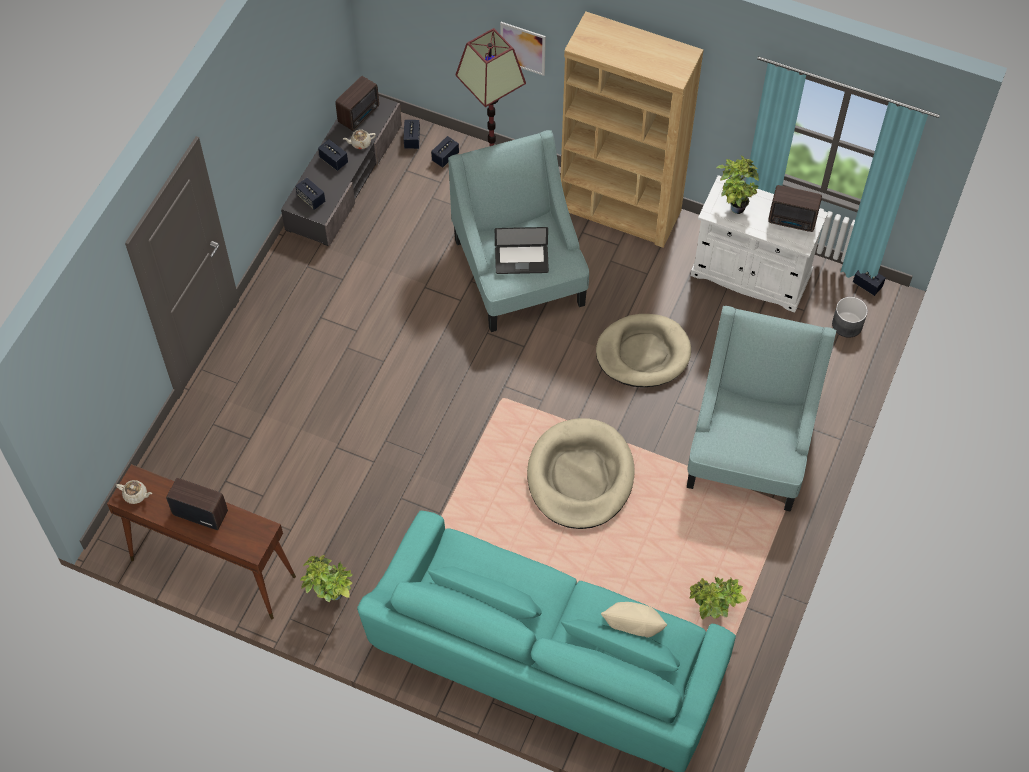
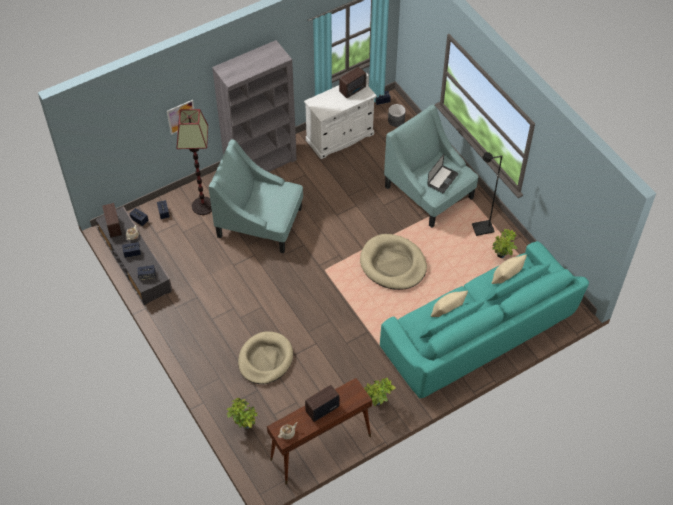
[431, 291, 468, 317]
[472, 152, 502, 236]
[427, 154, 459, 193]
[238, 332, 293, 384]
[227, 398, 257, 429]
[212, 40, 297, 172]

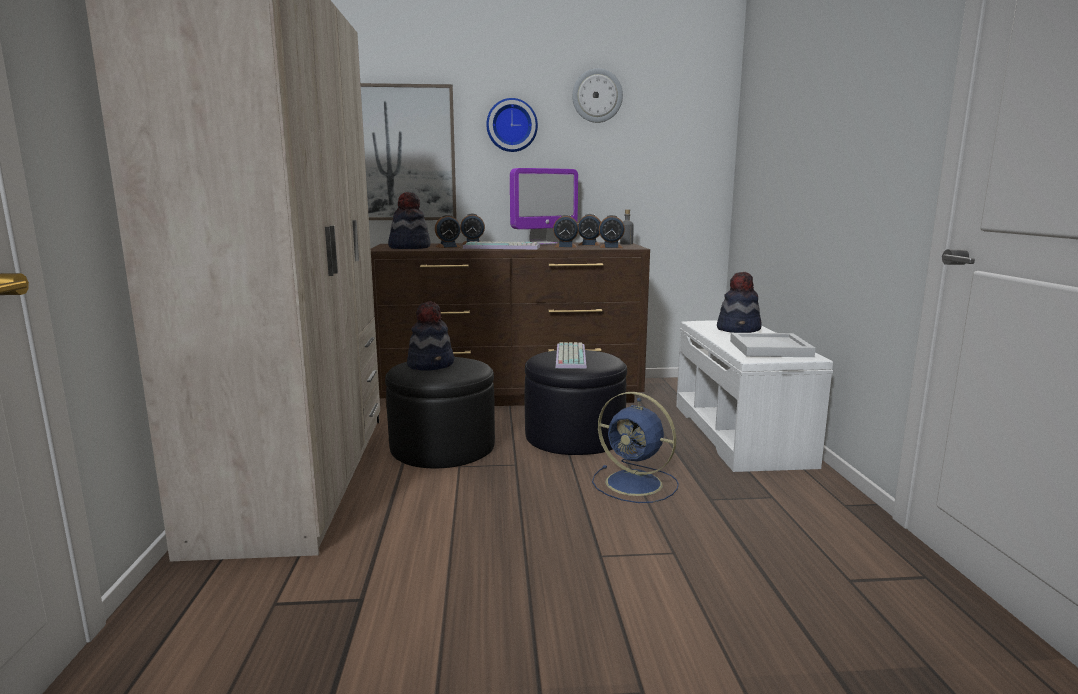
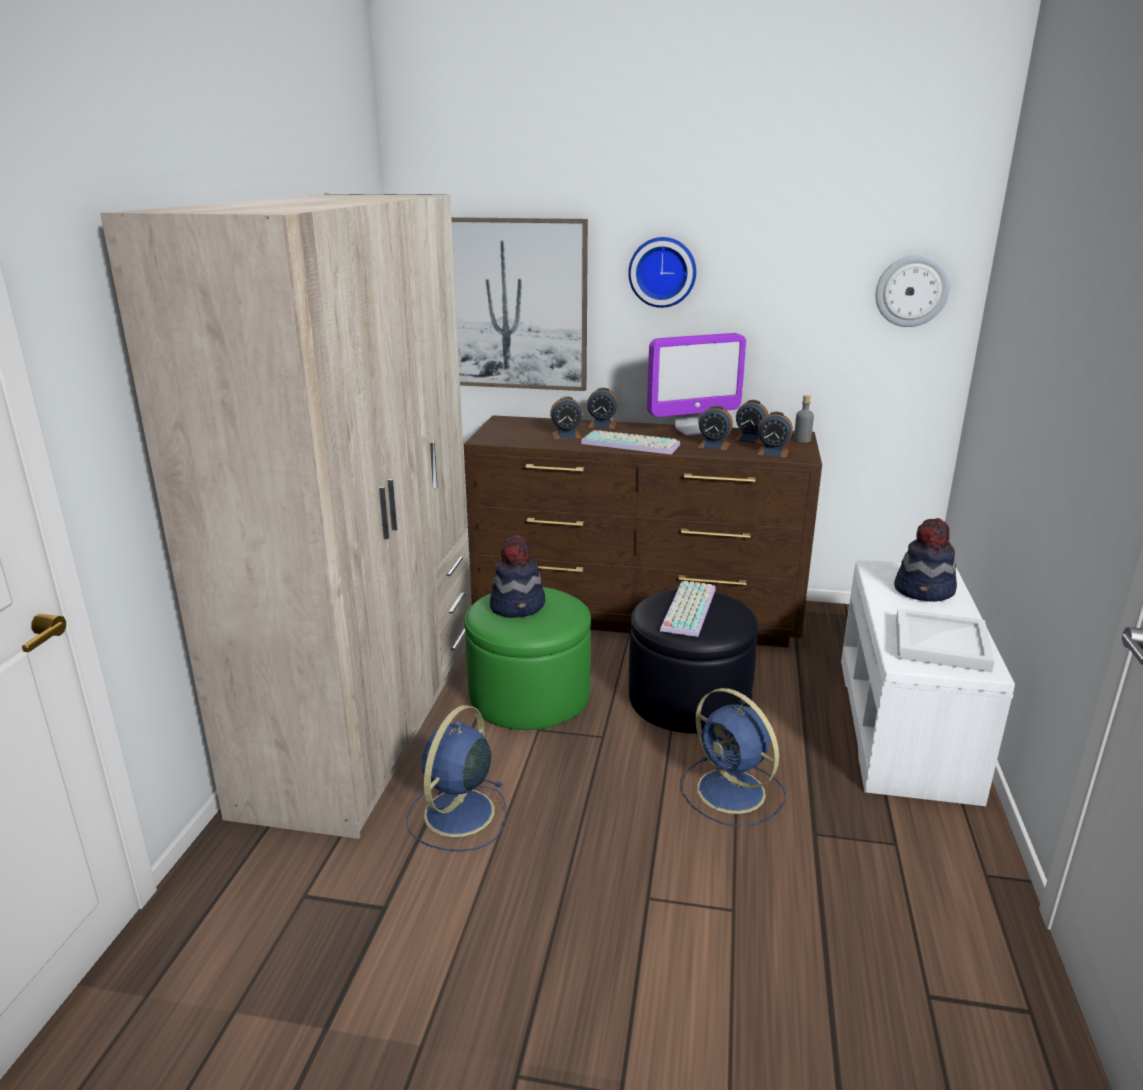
[388, 192, 431, 249] (first image)
[406, 705, 506, 851]
[875, 255, 950, 327]
[464, 587, 591, 730]

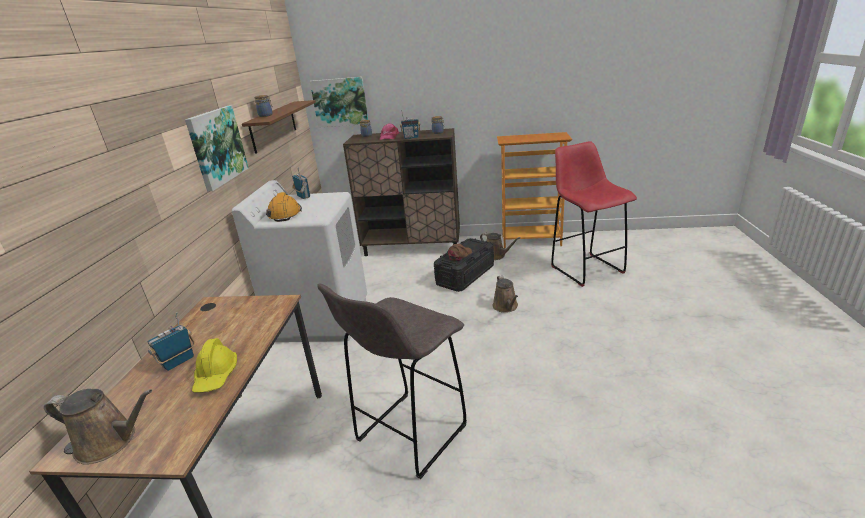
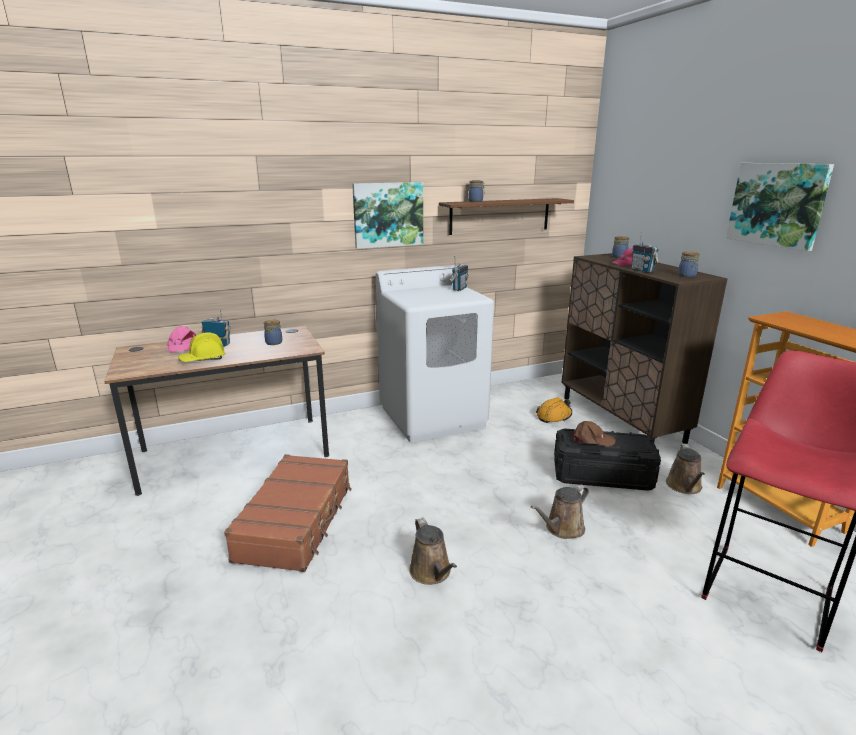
[167, 326, 196, 352]
[264, 320, 282, 345]
[409, 517, 457, 585]
[536, 397, 572, 423]
[726, 163, 834, 251]
[224, 454, 351, 572]

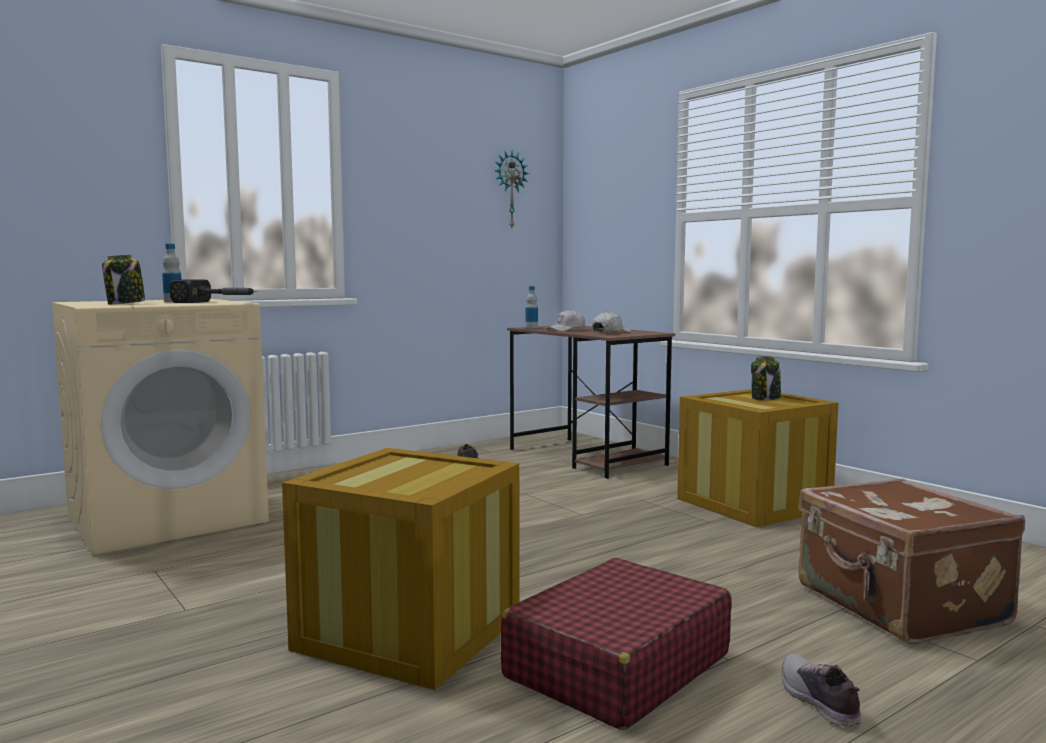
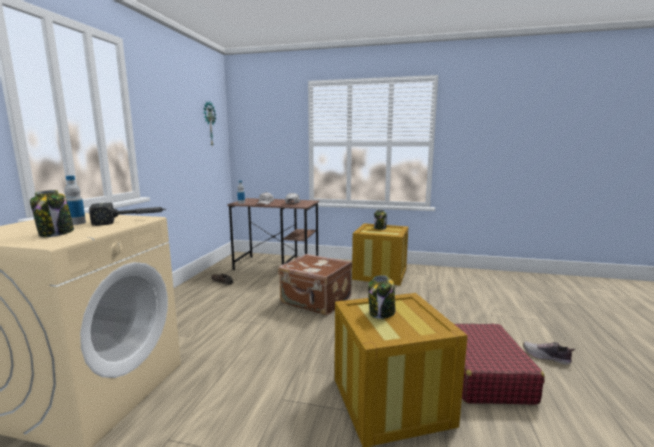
[368, 275, 395, 319]
[278, 254, 352, 316]

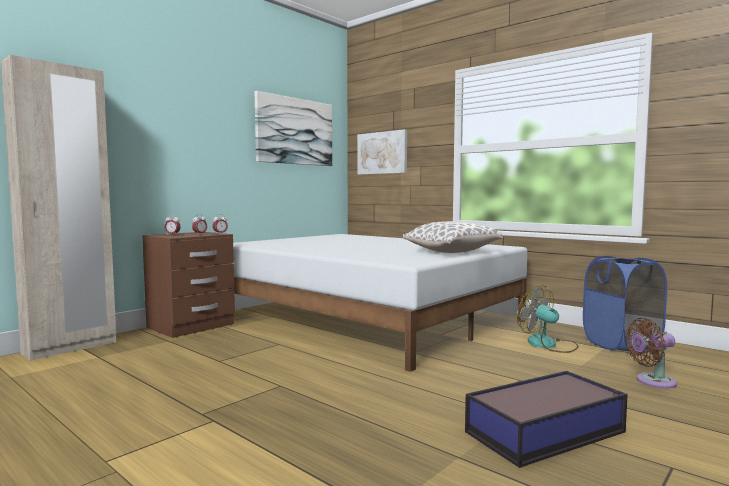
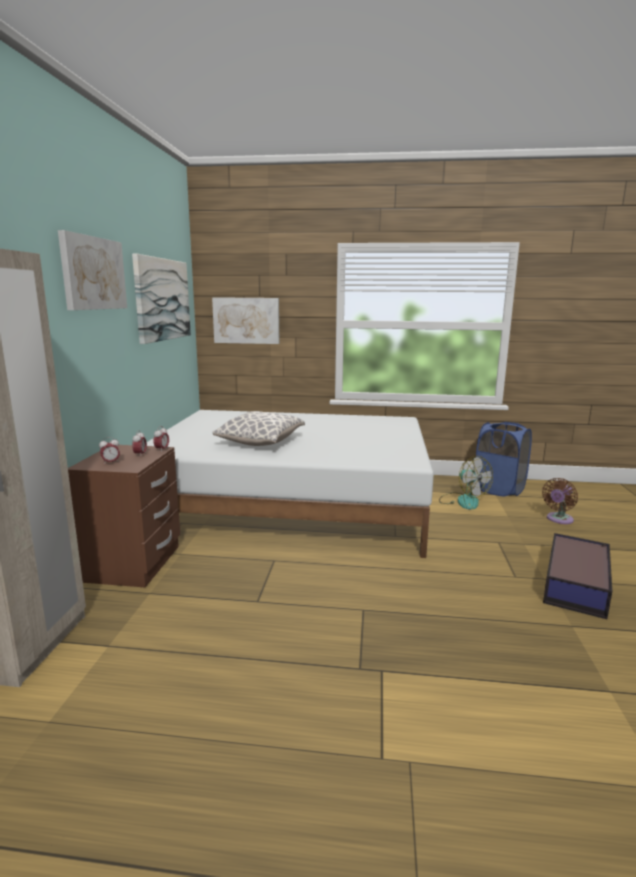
[58, 230, 127, 310]
[213, 411, 305, 446]
[439, 456, 493, 510]

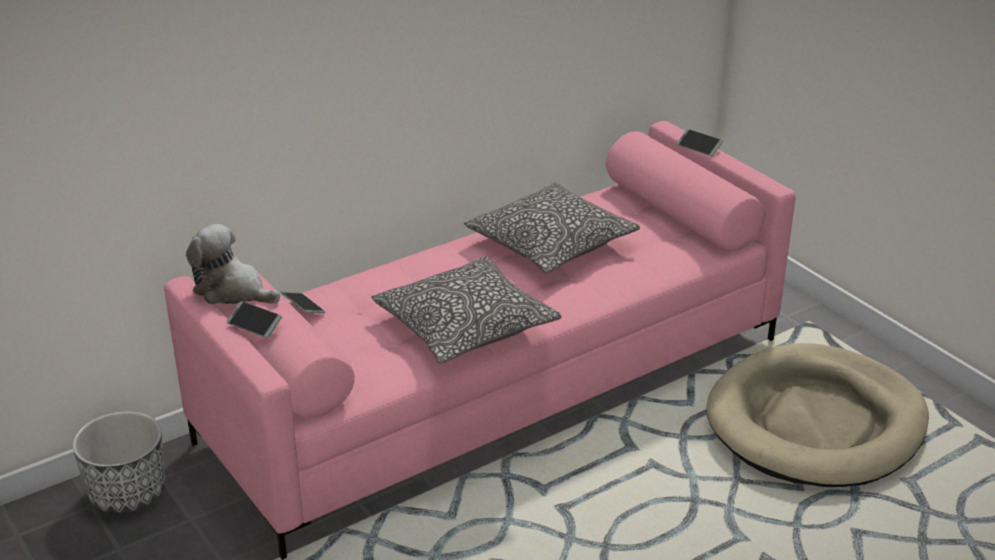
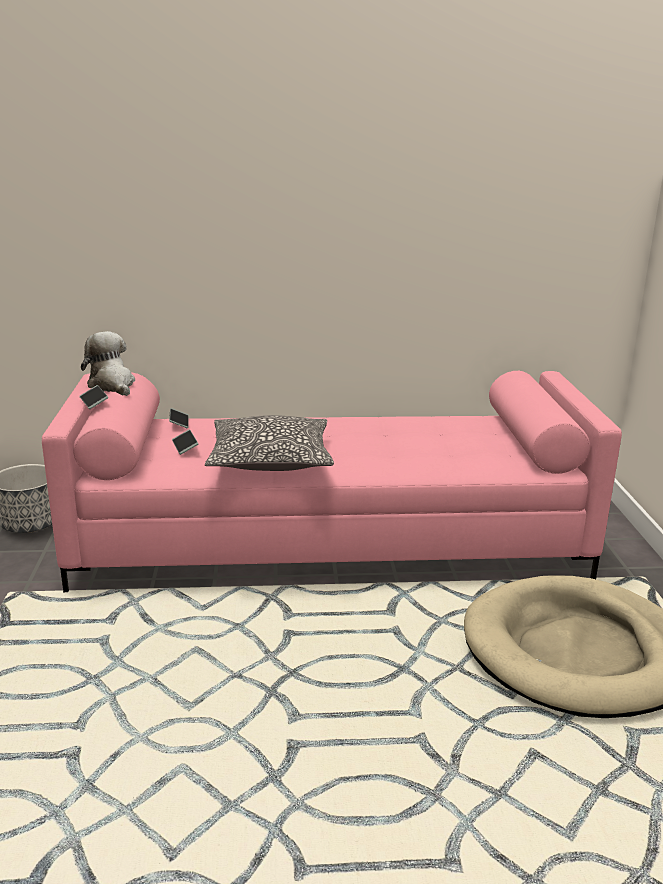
[464, 182, 640, 273] (first image)
[172, 429, 198, 455]

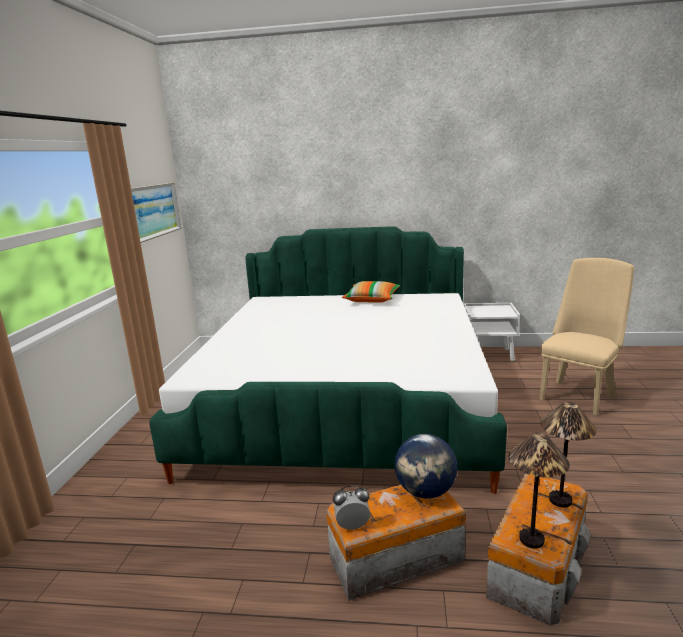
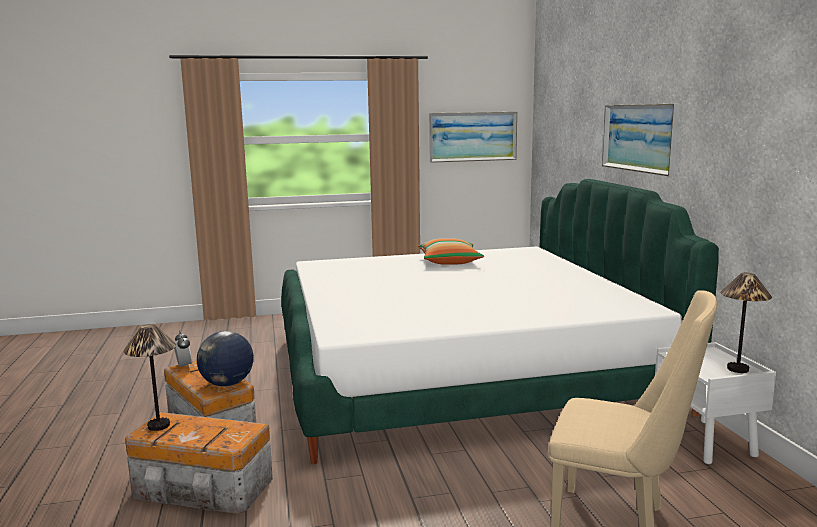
[602, 104, 680, 176]
[418, 238, 484, 265]
[720, 273, 772, 373]

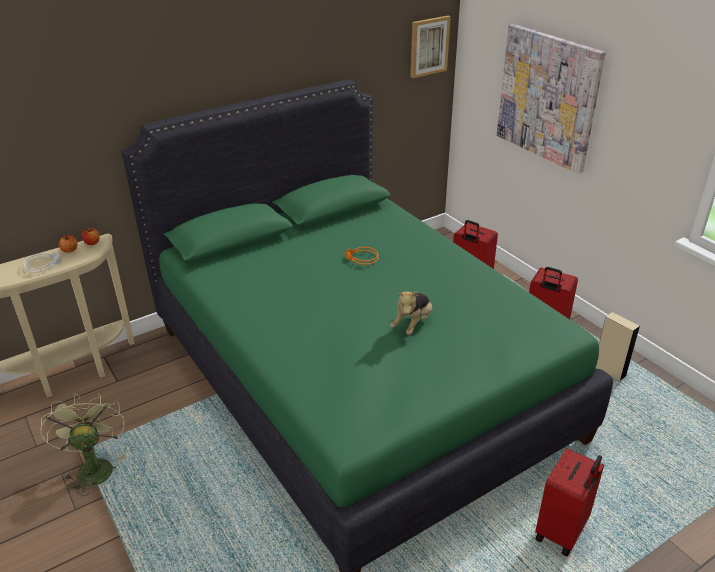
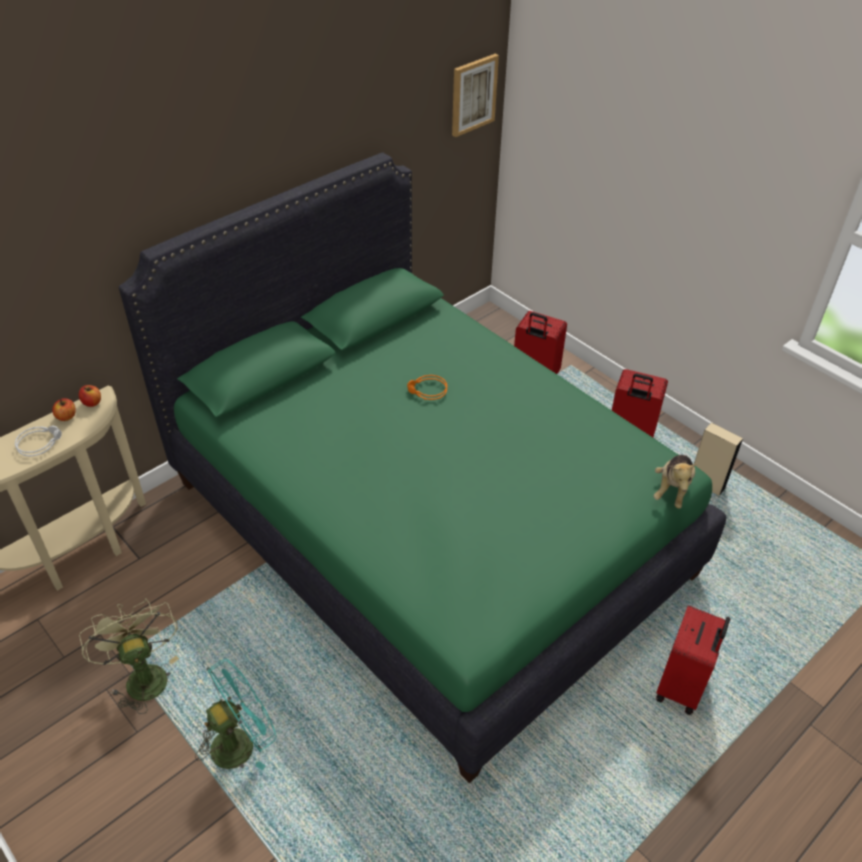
[497, 24, 606, 174] (first image)
[195, 659, 277, 771]
[654, 455, 697, 509]

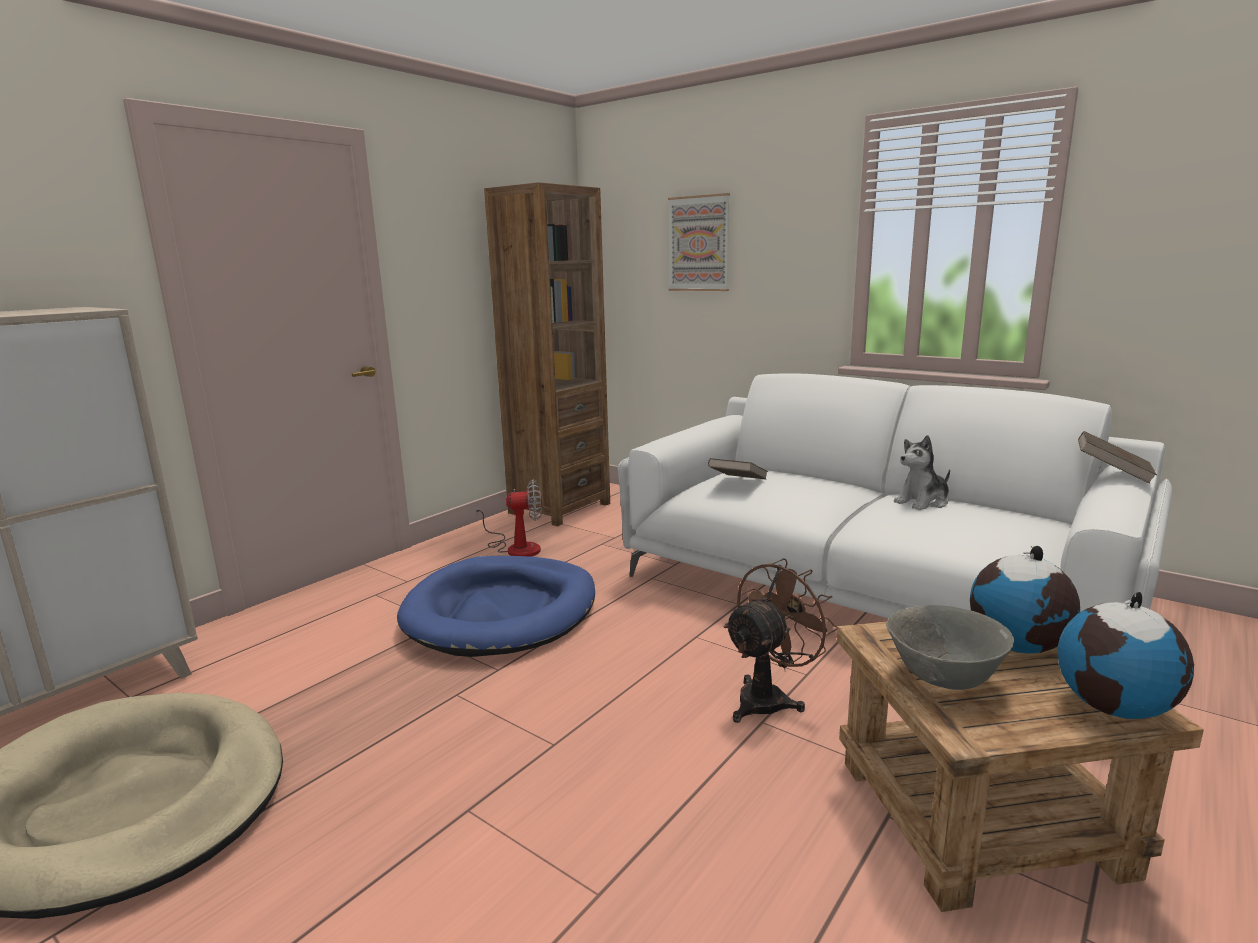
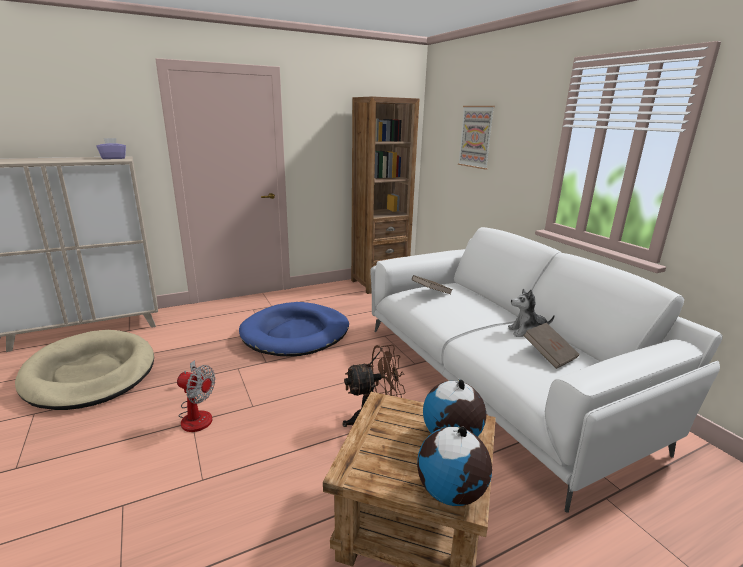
[886, 605, 1014, 690] (first image)
[97, 138, 126, 159]
[177, 360, 216, 432]
[523, 323, 580, 369]

